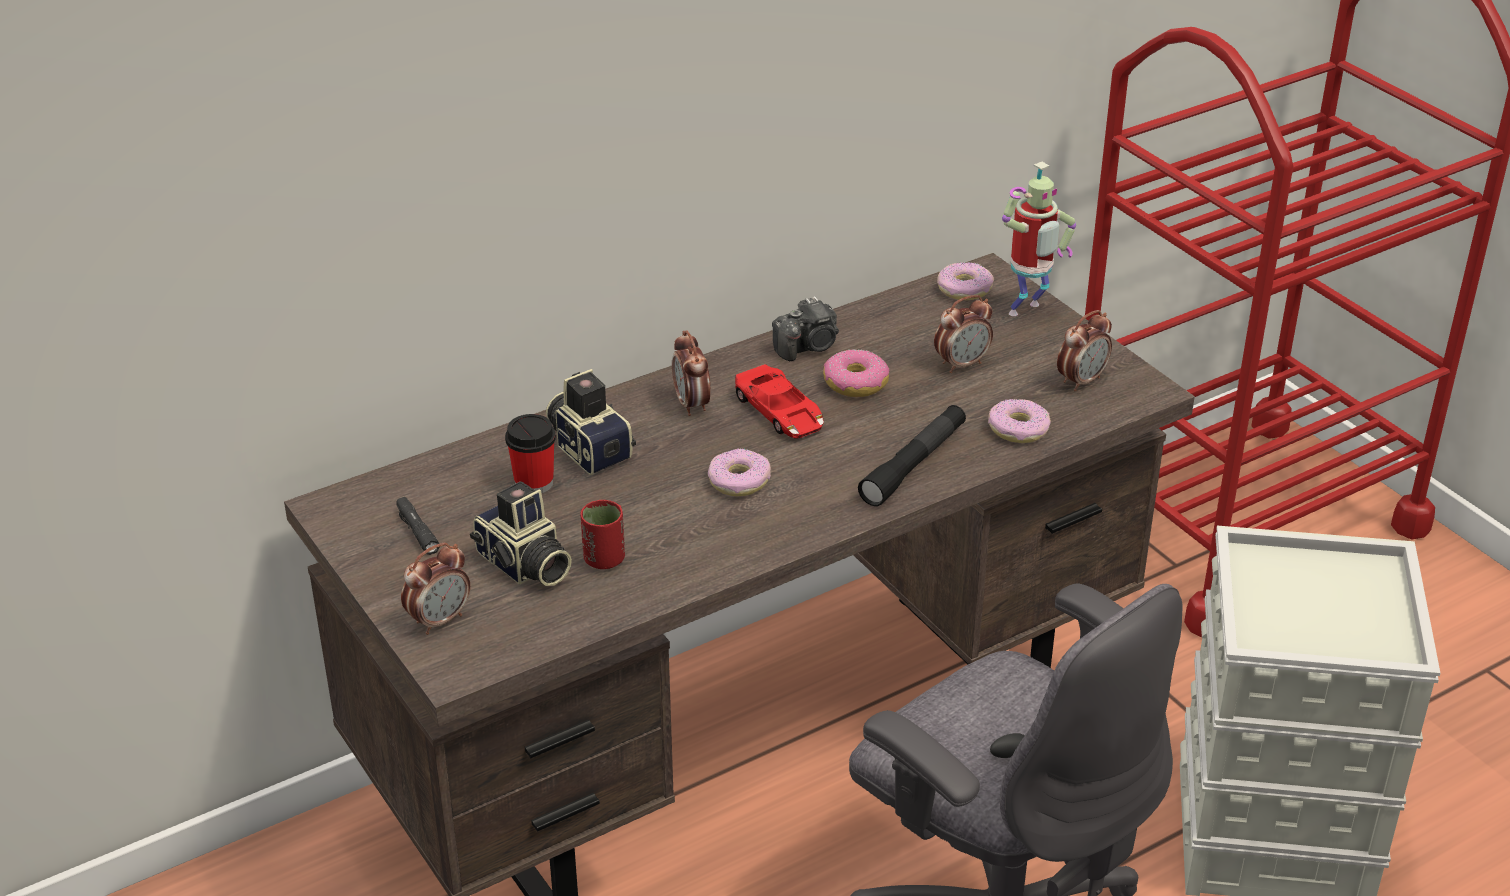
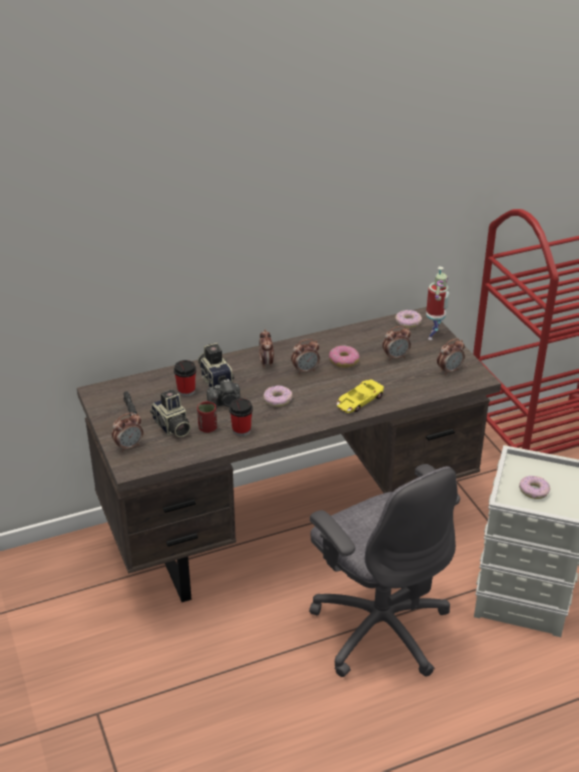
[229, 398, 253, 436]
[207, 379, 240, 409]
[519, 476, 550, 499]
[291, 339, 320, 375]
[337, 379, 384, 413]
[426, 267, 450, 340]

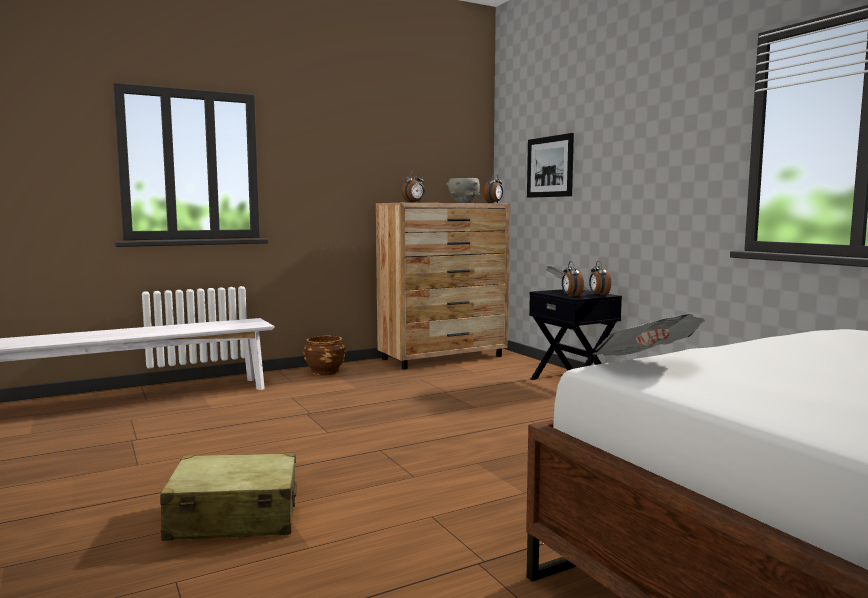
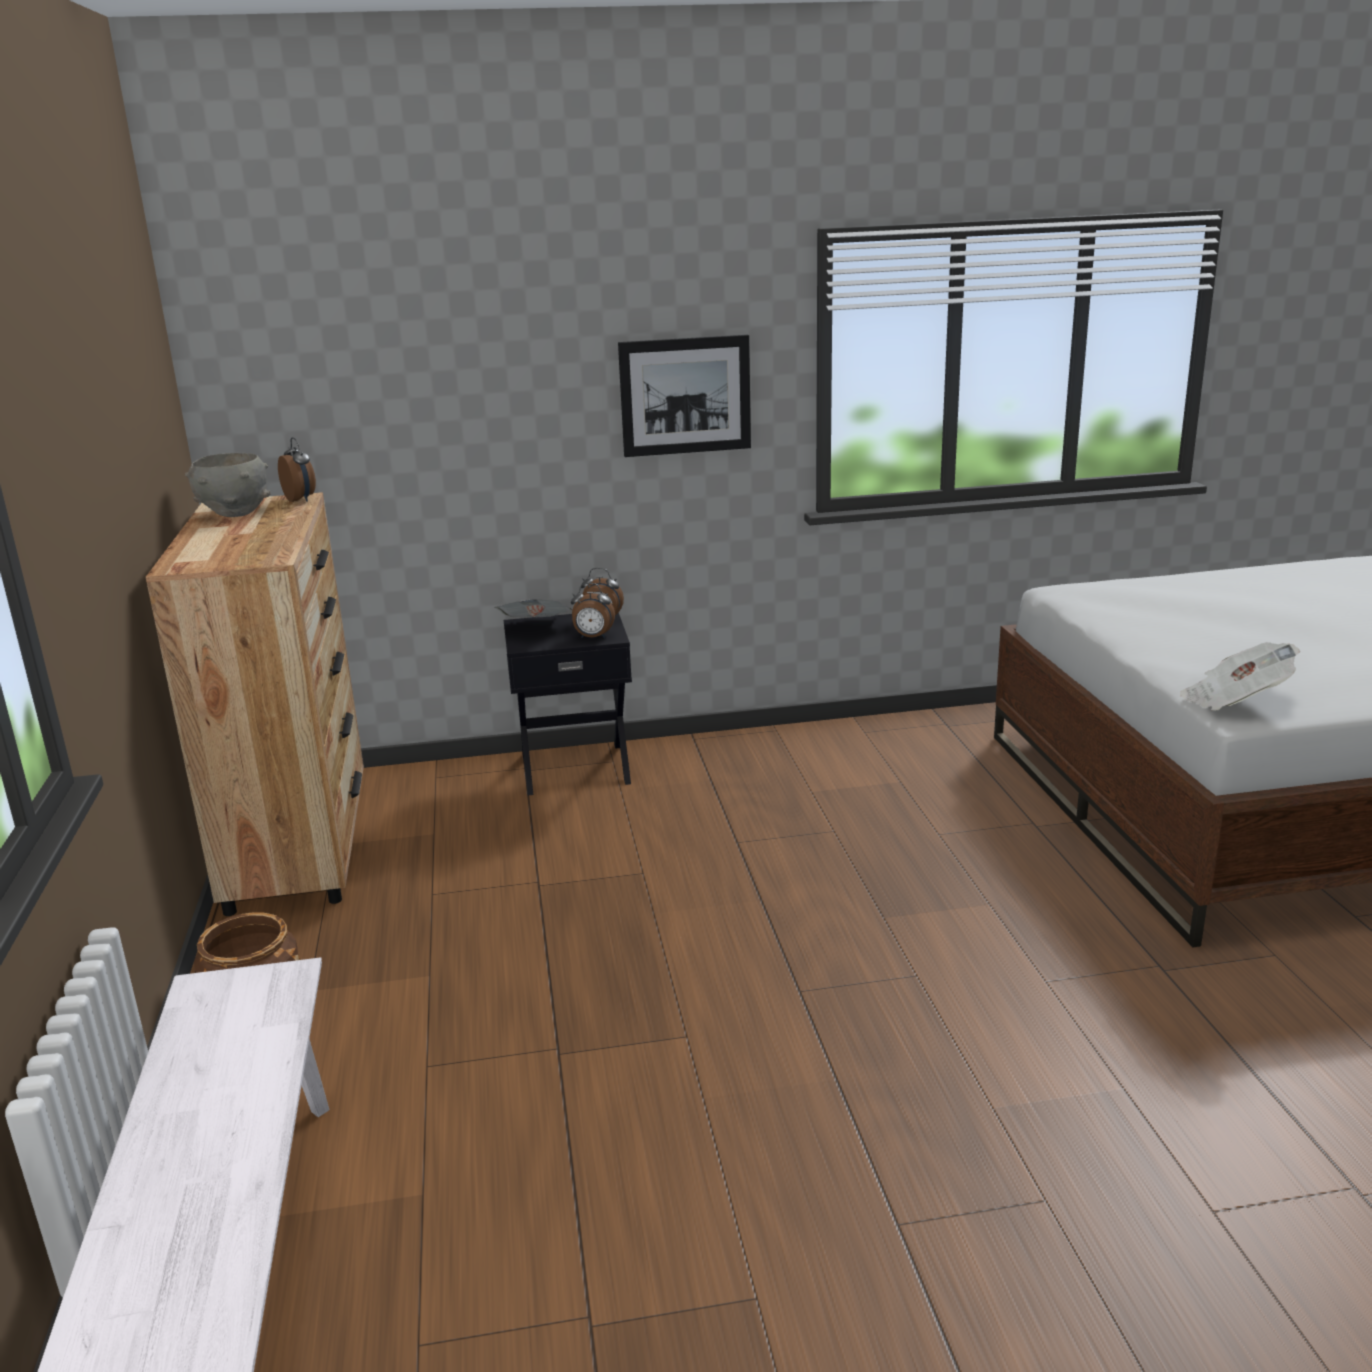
[160, 453, 297, 541] (first image)
[401, 171, 425, 203] (first image)
[618, 335, 751, 457]

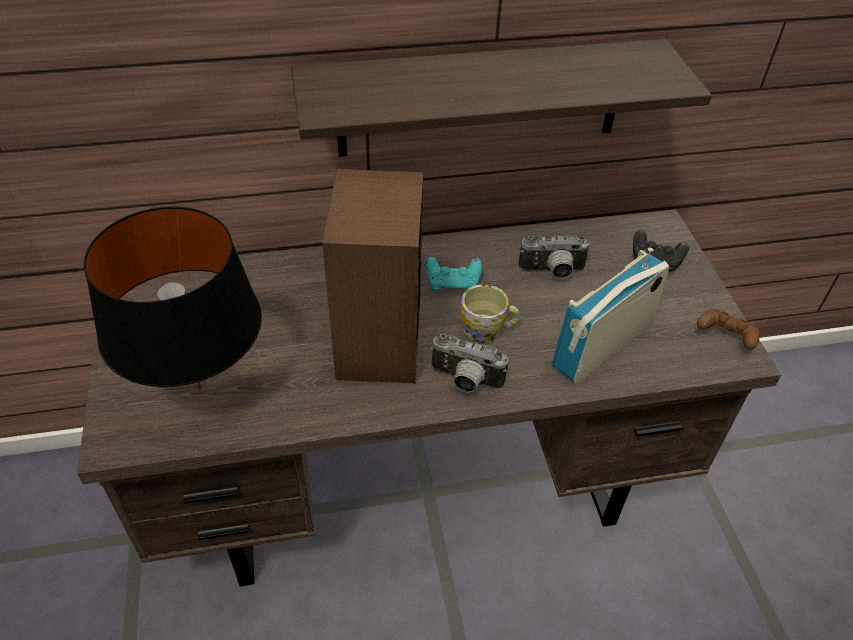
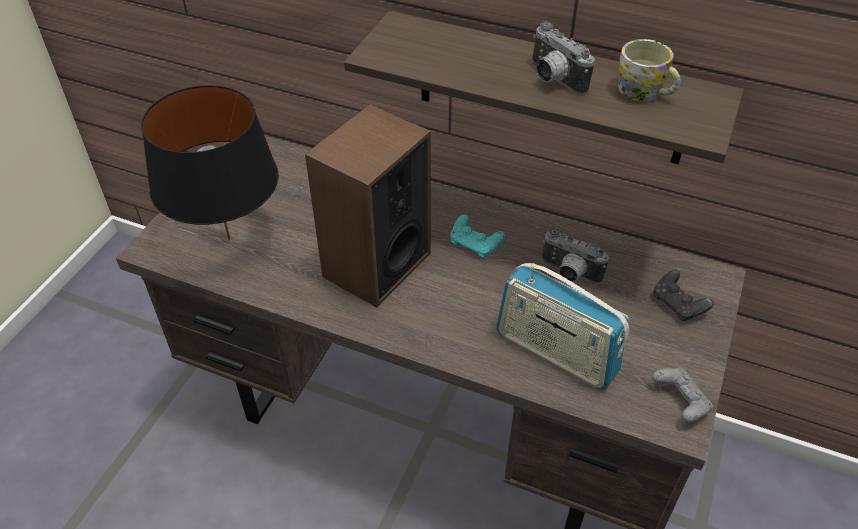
[532, 22, 595, 95]
[618, 39, 681, 101]
[652, 368, 713, 422]
[496, 263, 629, 390]

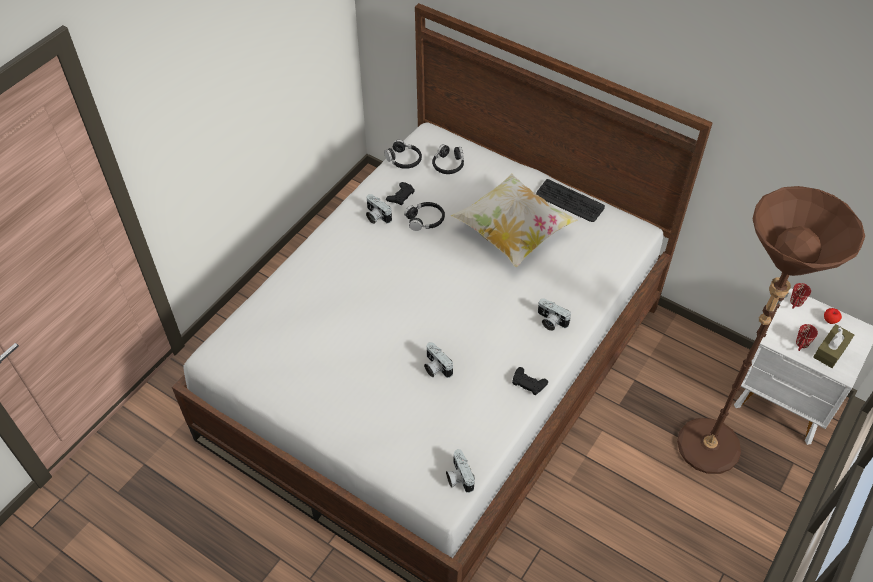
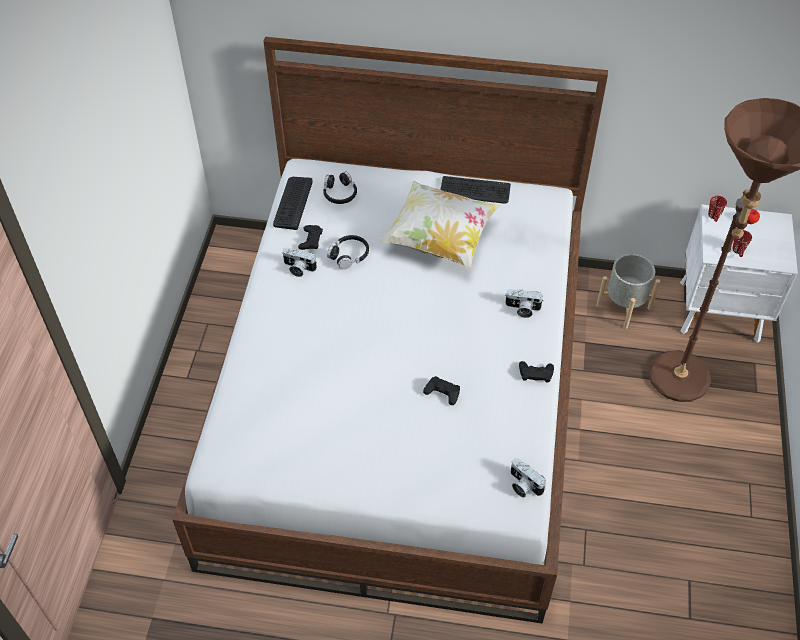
[813, 324, 854, 368] (first image)
[596, 254, 660, 329]
[273, 177, 313, 230]
[423, 376, 460, 405]

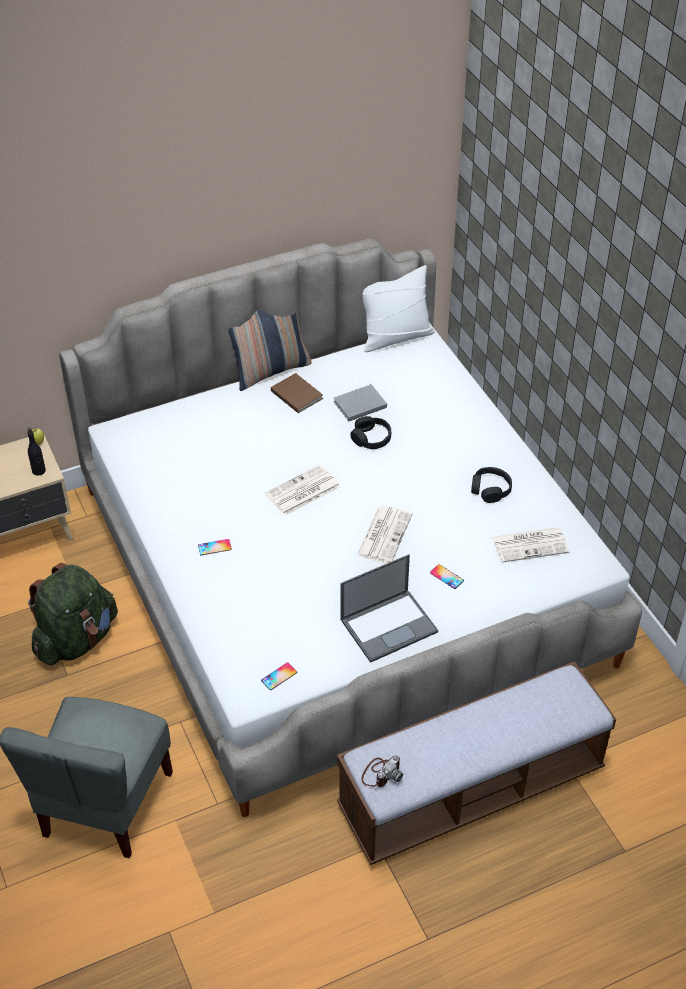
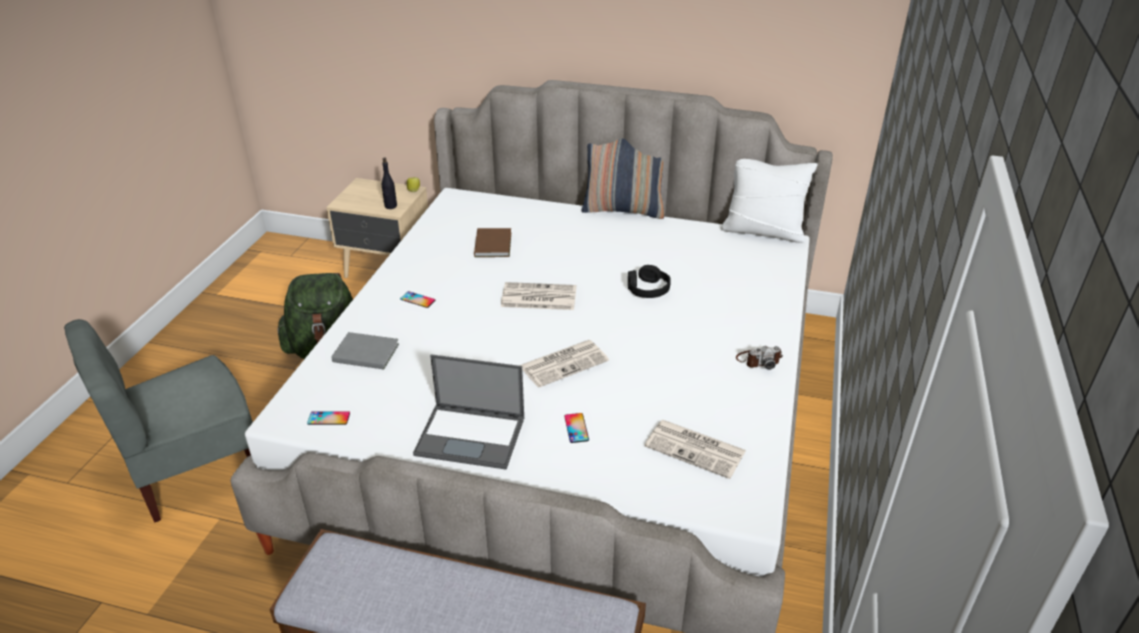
[471, 467, 512, 503] (first image)
[474, 228, 511, 257]
[331, 332, 399, 370]
[736, 346, 783, 370]

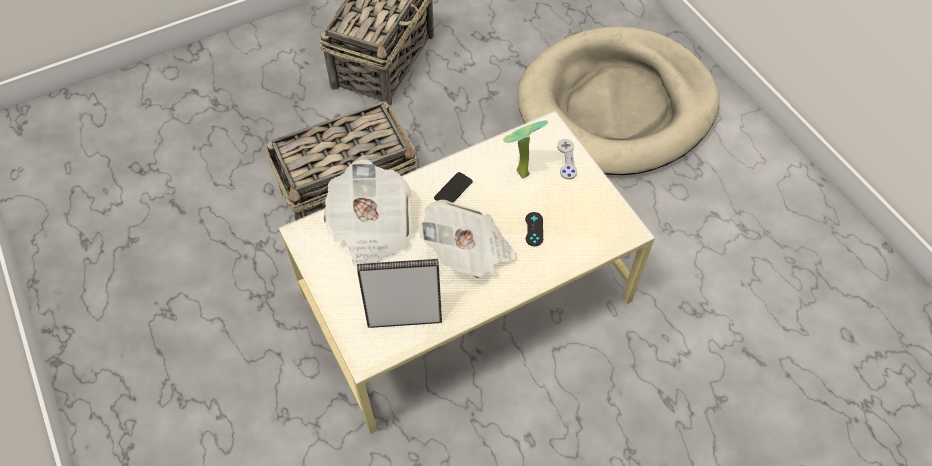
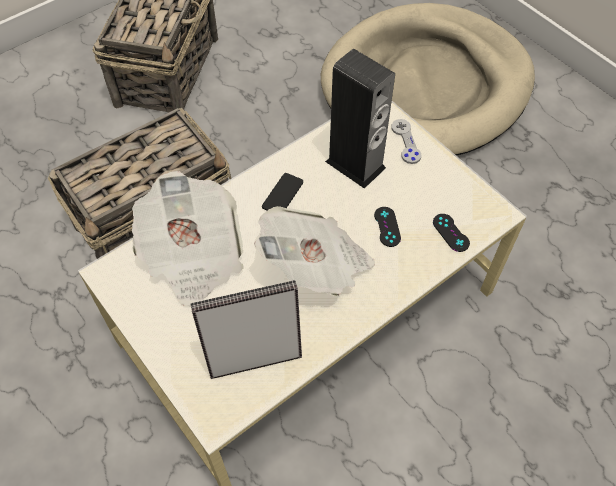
[433, 214, 470, 252]
[325, 49, 395, 189]

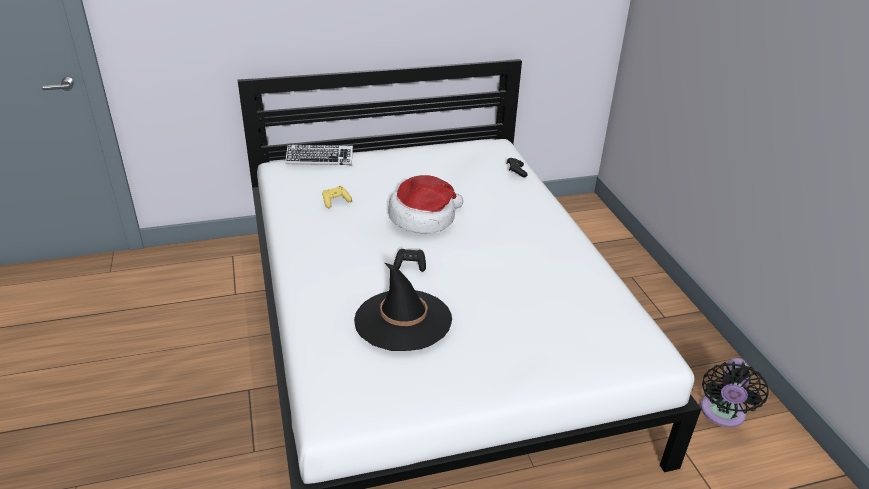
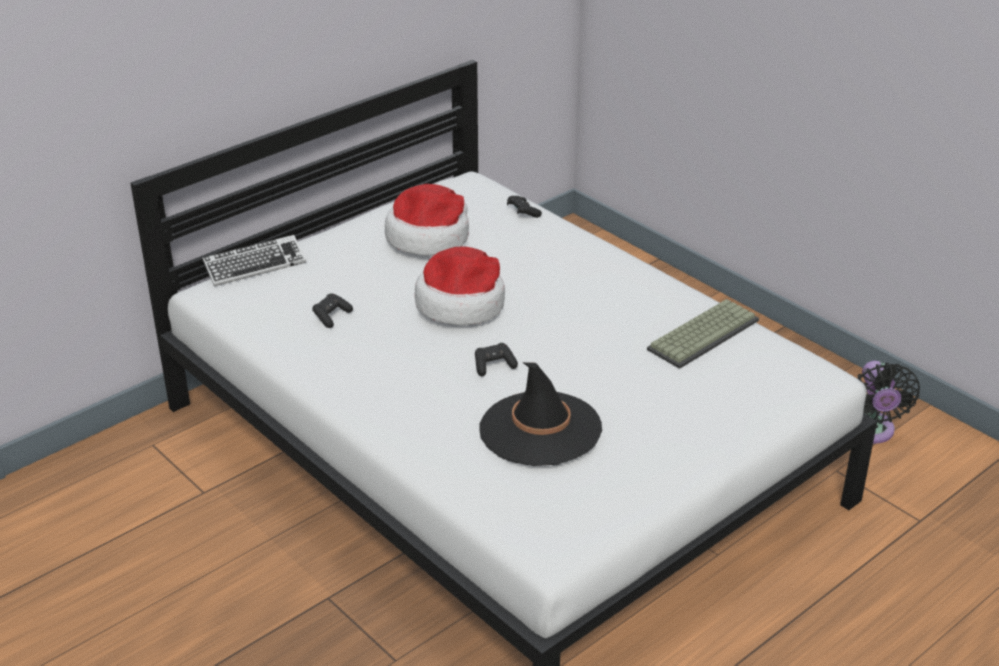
[385, 184, 469, 256]
[647, 299, 759, 369]
[312, 293, 353, 328]

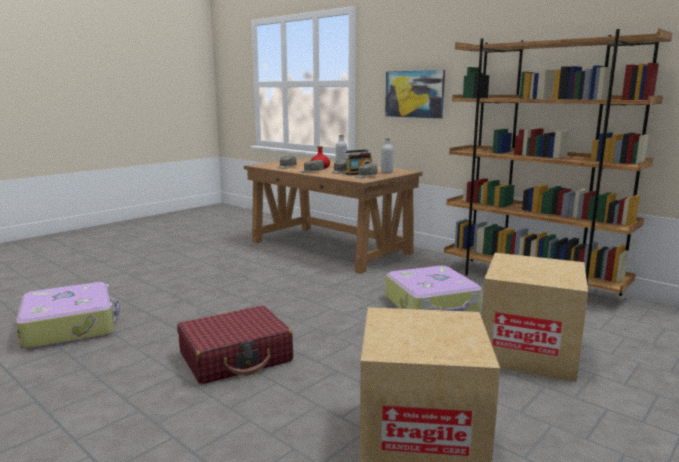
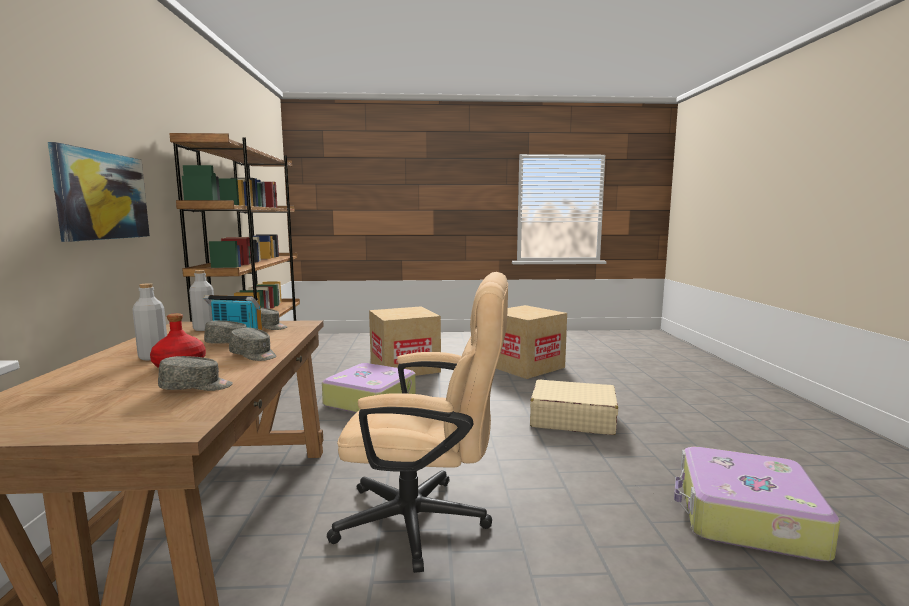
[327, 272, 508, 573]
[530, 379, 618, 435]

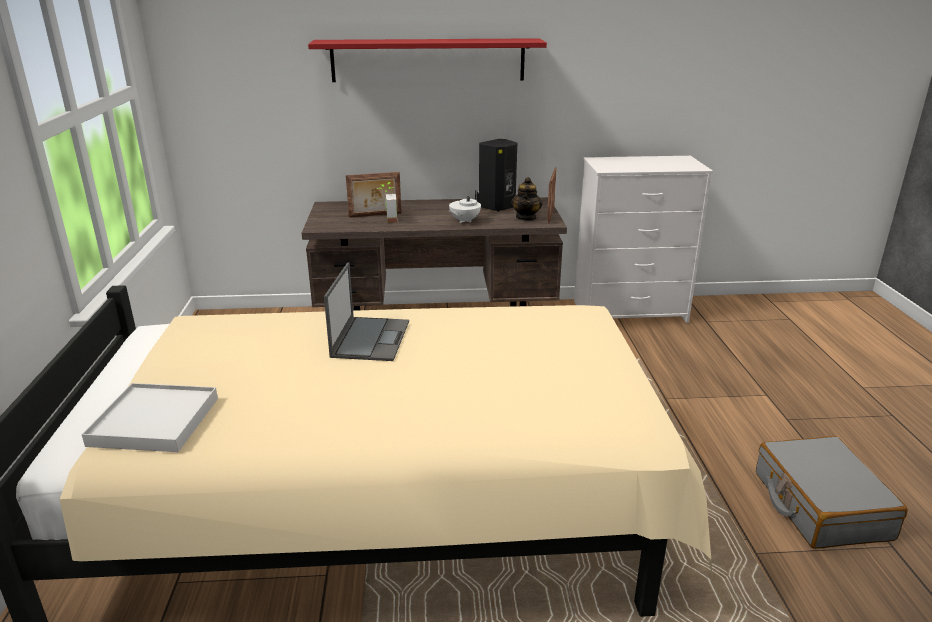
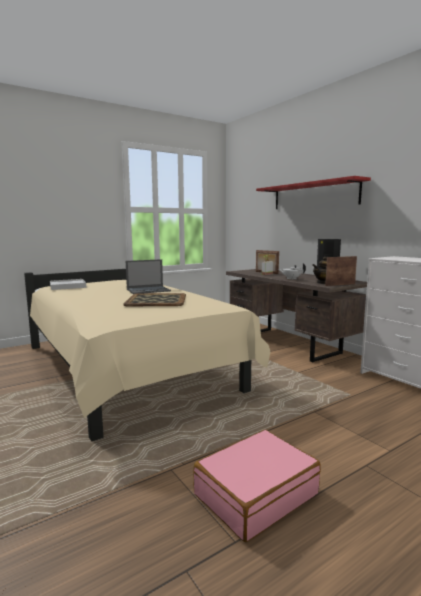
[123, 293, 186, 306]
[193, 430, 321, 542]

